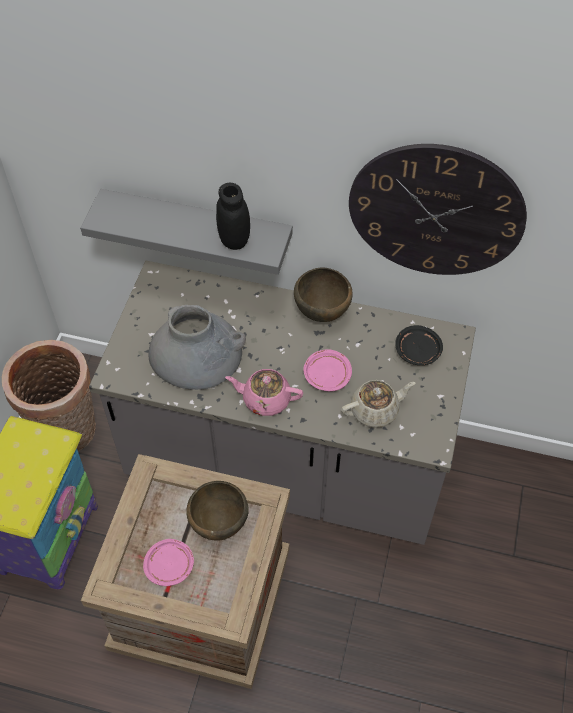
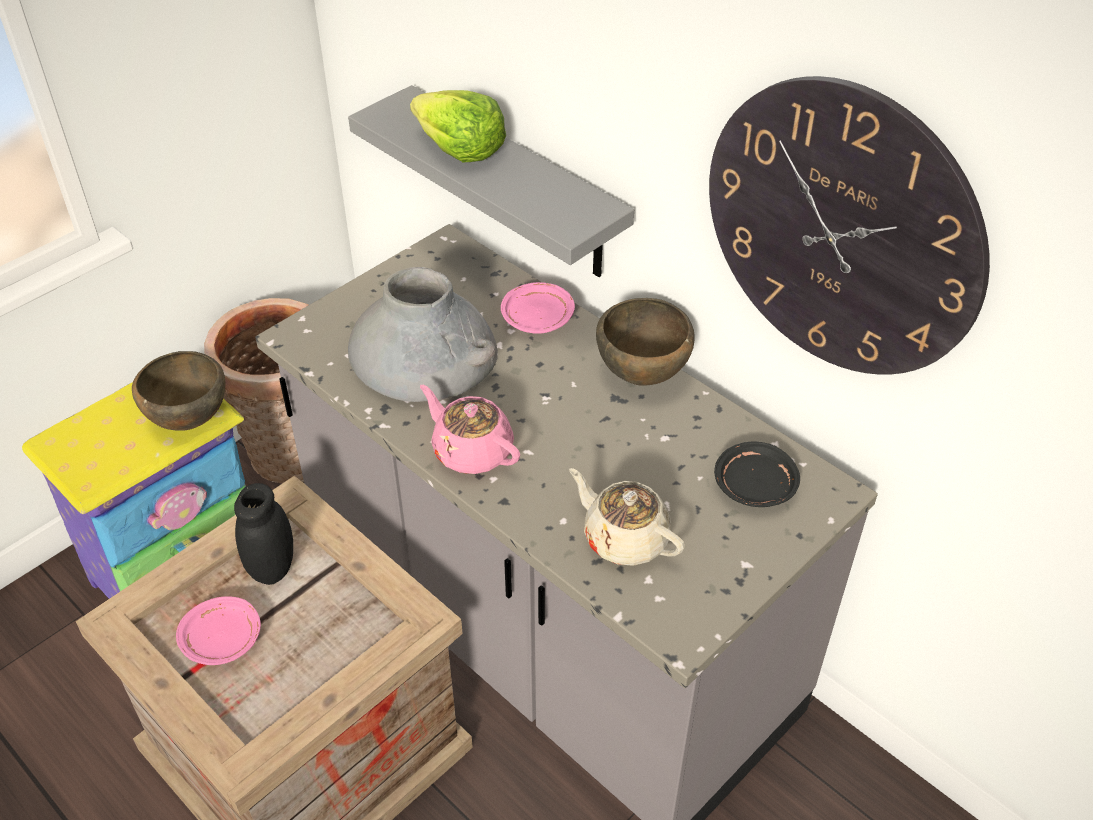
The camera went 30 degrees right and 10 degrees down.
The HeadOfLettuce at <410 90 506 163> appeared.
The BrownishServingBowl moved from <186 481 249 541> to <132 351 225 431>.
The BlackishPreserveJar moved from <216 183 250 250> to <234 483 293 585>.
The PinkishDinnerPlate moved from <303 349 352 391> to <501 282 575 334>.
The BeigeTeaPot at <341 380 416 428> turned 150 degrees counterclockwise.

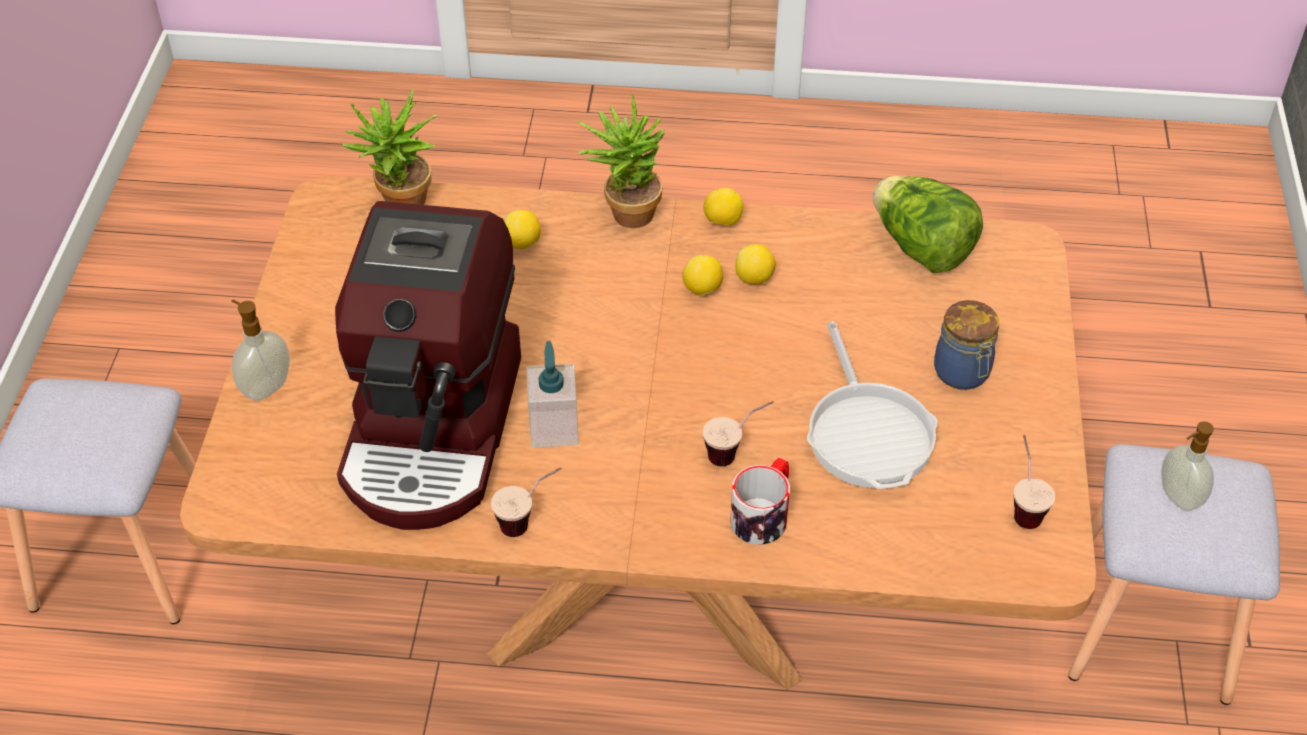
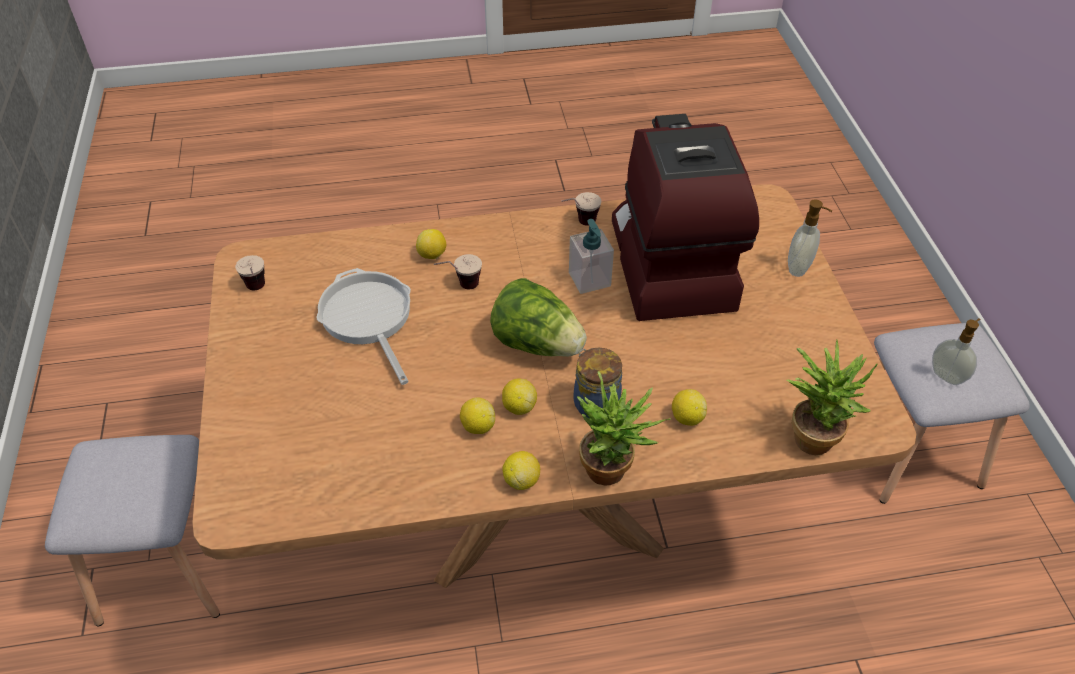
The camera went 165 degrees right and 0 degrees up.
The HeadOfLettuce moved from <873 176 983 273> to <490 278 587 357>.
The PreserveJar moved from <934 300 999 390> to <574 347 622 418>.
The SoapBottle moved from <1161 421 1214 511> to <932 318 980 385>.
The TeaMug at <730 458 790 545> was replaced by the CitrusFruit at <416 229 446 259>.

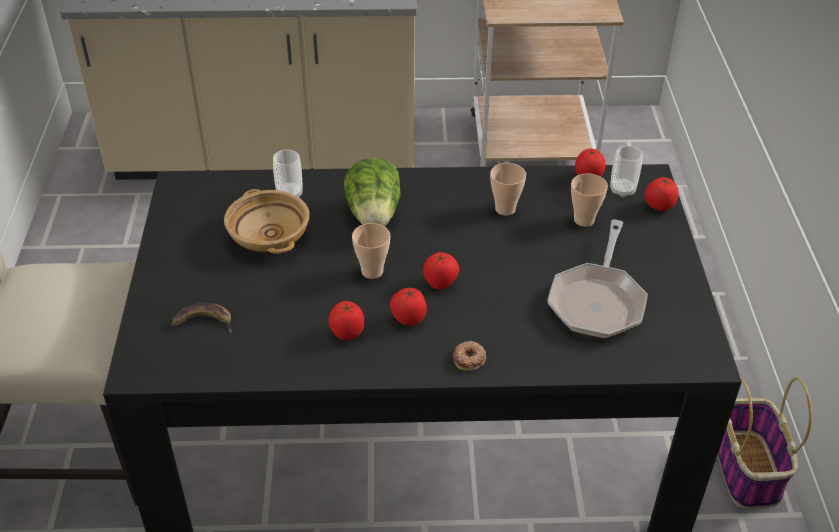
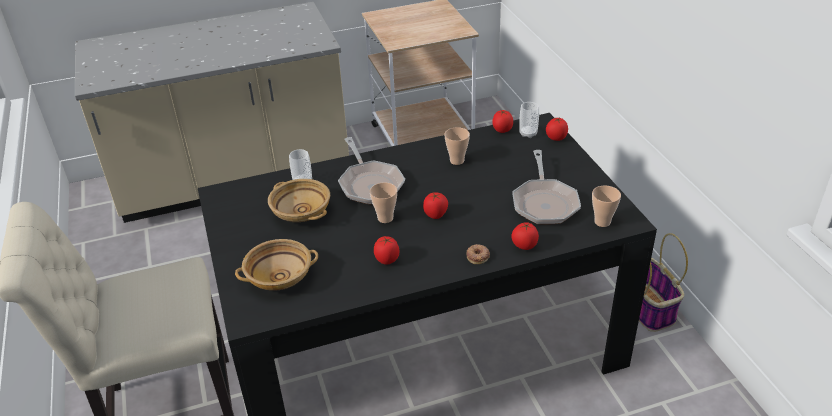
The camera went 15 degrees left and 5 degrees down.
The Tomato moved from <390 287 427 325> to <511 222 539 250>.
The SmallCup moved from <571 173 608 227> to <592 186 621 227>.
The WholeBanana at <171 303 232 333> was replaced by the BeigeServingBowl at <235 239 318 291>.
The HeadOfLettuce at <344 158 401 227> was replaced by the Pan at <338 137 405 205>.

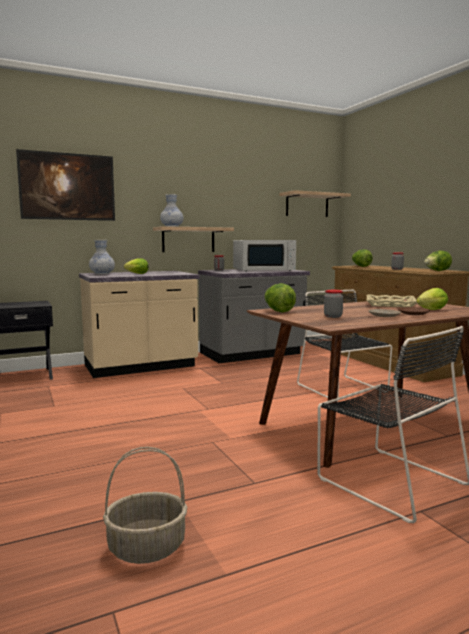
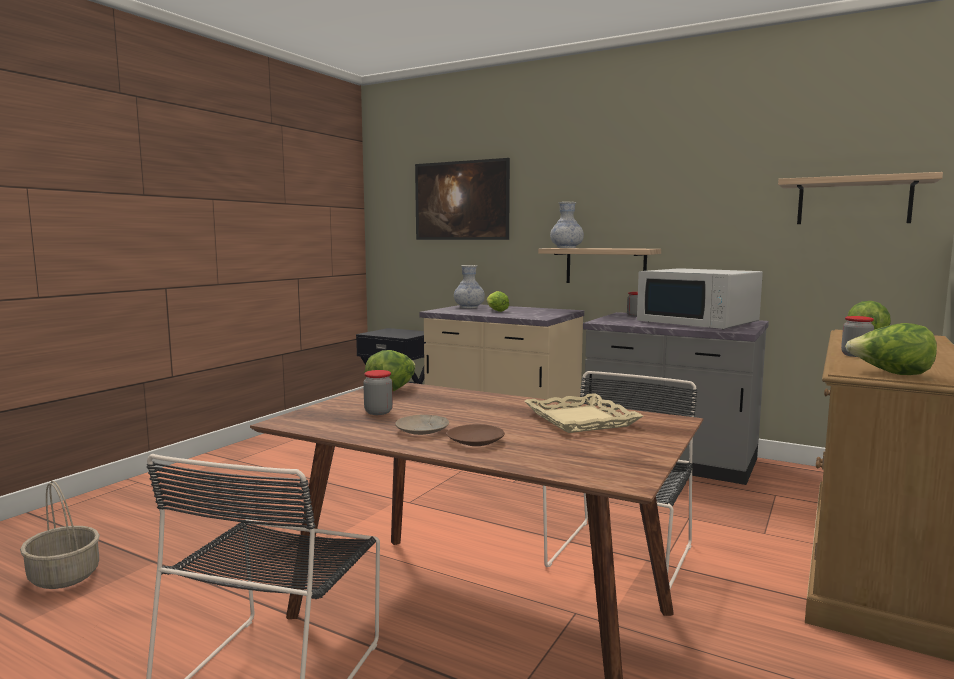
The camera went 55 degrees right and 0 degrees up.
The HeadOfLettuce at <416 288 448 310> disappeared.

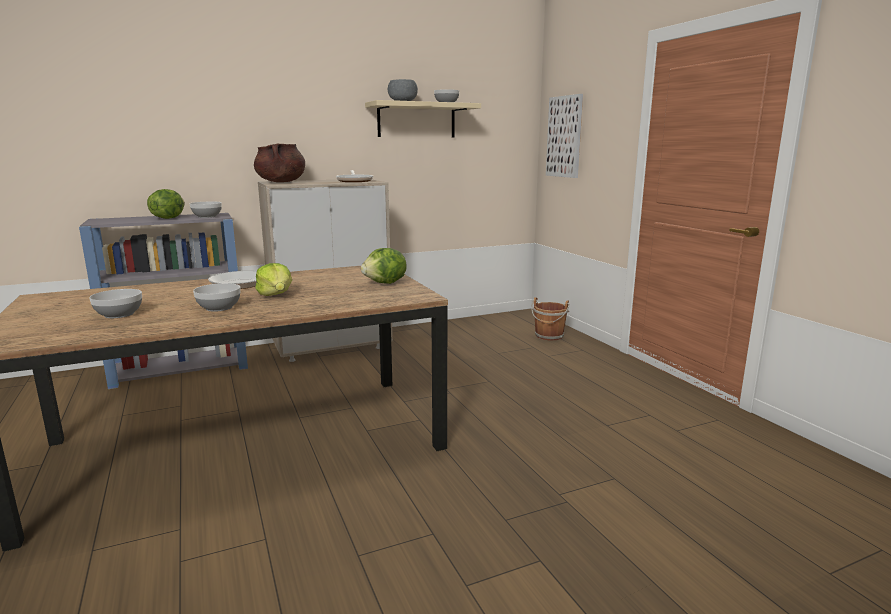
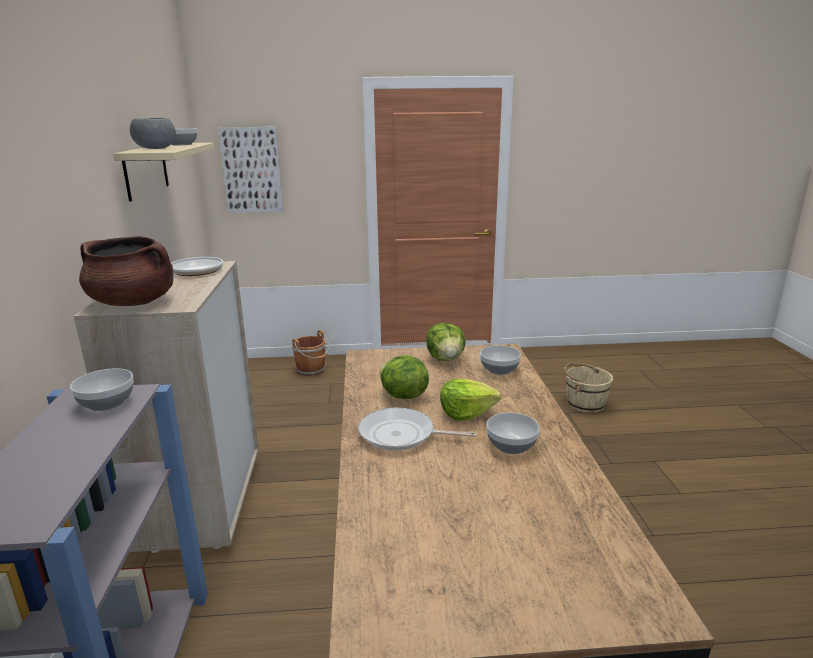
The camera went 70 degrees left and 5 degrees up.
The BeigeBucket at <564 363 613 413> appeared.
The ServingBowl moved from <89 289 142 318> to <480 345 521 375>.
The HeadOfLettuce moved from <147 189 185 219> to <380 355 429 399>.

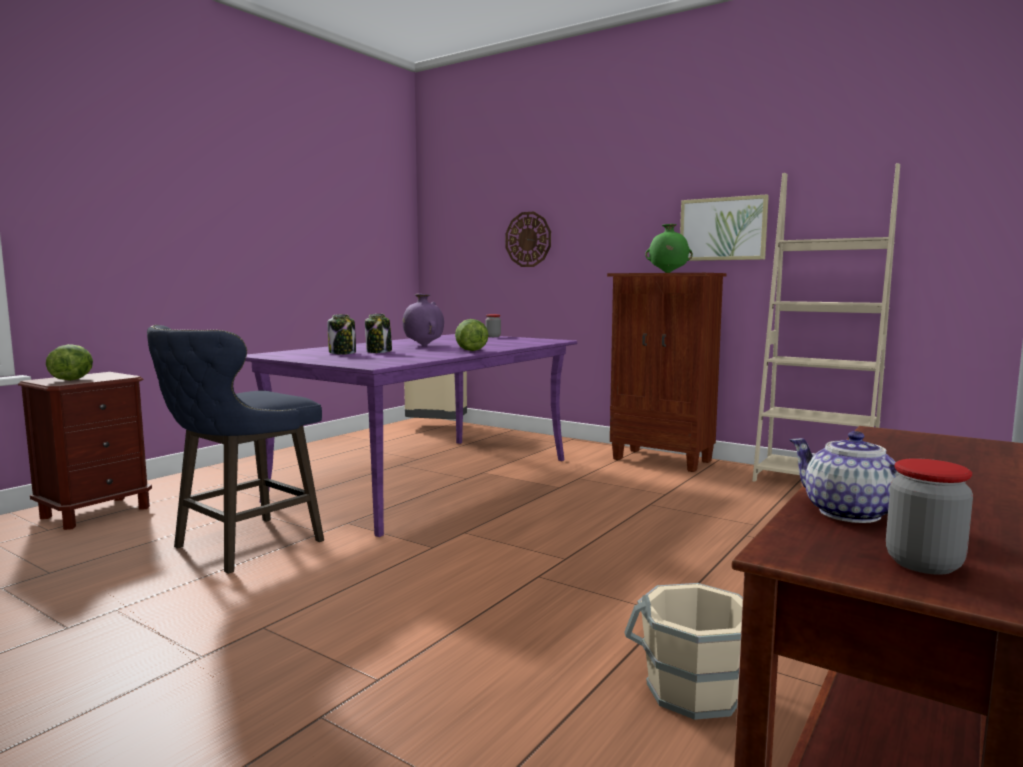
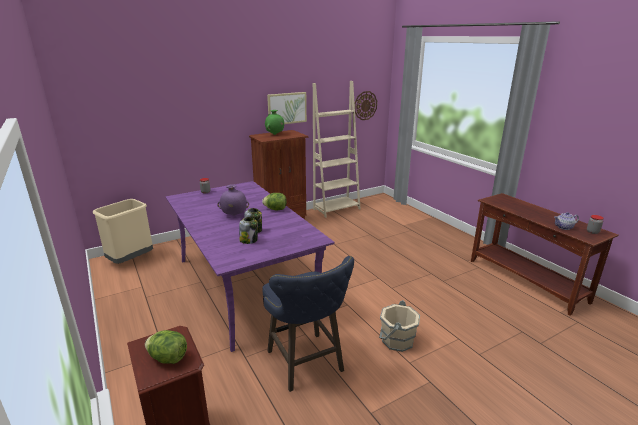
The camera went 65 degrees left and 15 degrees up.
The HangingClock moved from <506 212 551 267> to <355 91 377 120>.
The BeigeBucket moved from <624 583 743 720> to <379 300 420 352>.

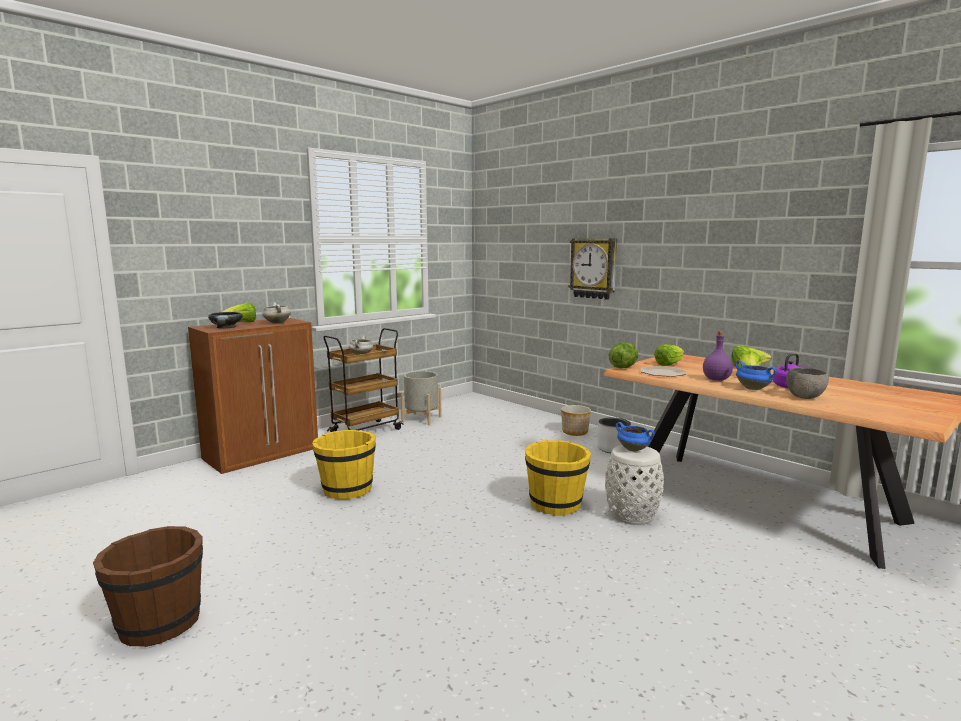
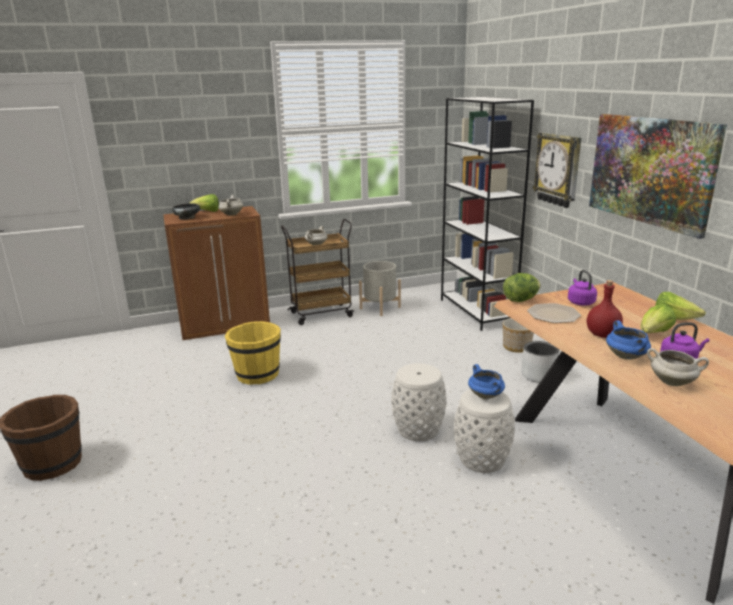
The camera went 25 degrees right and 10 degrees up.
The WhitishShelvingUnit at <441 97 534 331> appeared.
The Picture at <589 114 727 239> appeared.
The YellowBucket at <525 440 591 516> was replaced by the WhitishSittingStool at <391 363 447 441>.
The HeadOfLettuce at <654 344 684 366> was replaced by the PurpleKettle at <568 270 597 306>.
The GrayServingBowl at <786 368 829 399> was replaced by the WhitishStockpot at <647 348 709 386>.
The PurpleBeverageBottle at <703 331 733 381> became the RedColouredBeverageBottle at <587 280 623 338>.

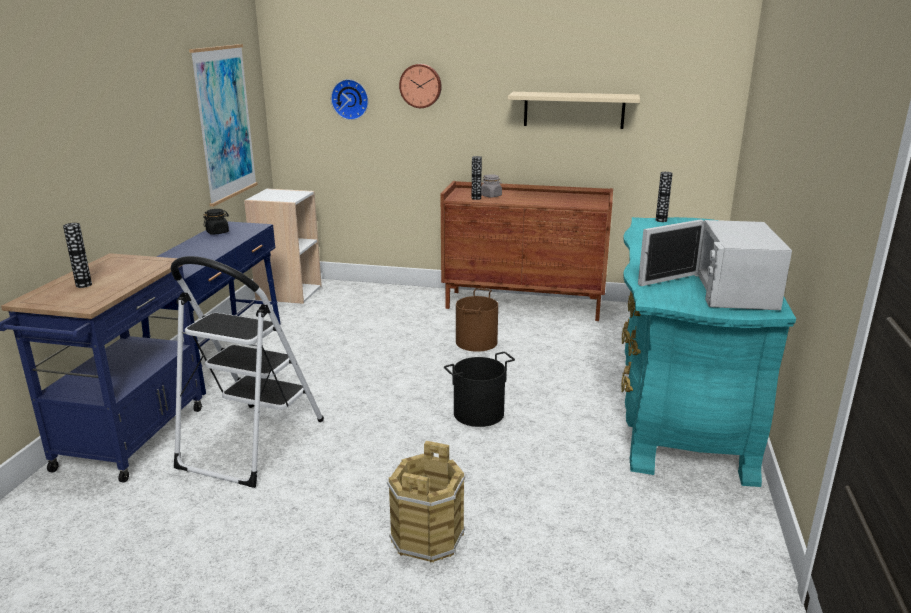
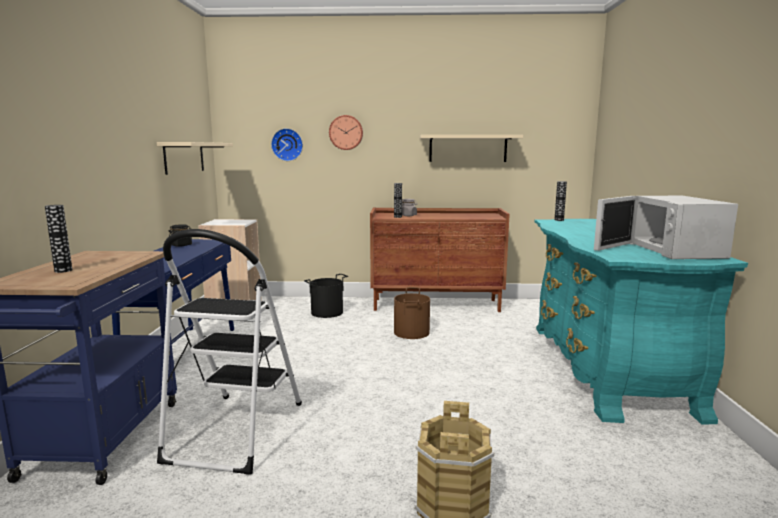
The camera went 10 degrees left and 10 degrees down.
The BlackishBucket moved from <444 352 515 427> to <304 274 348 318>.
The Picture at <189 44 258 207> was replaced by the BeigeShelf at <157 142 233 175>.

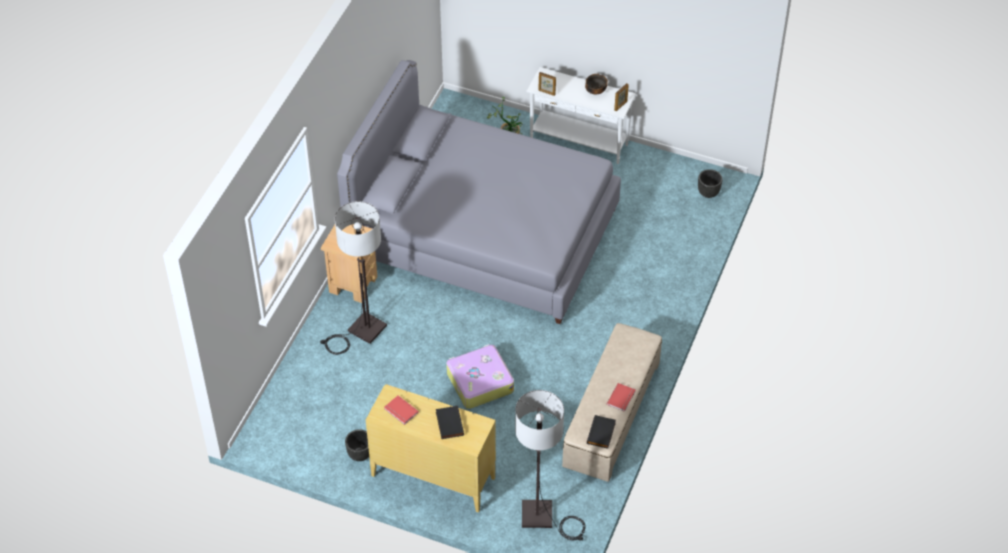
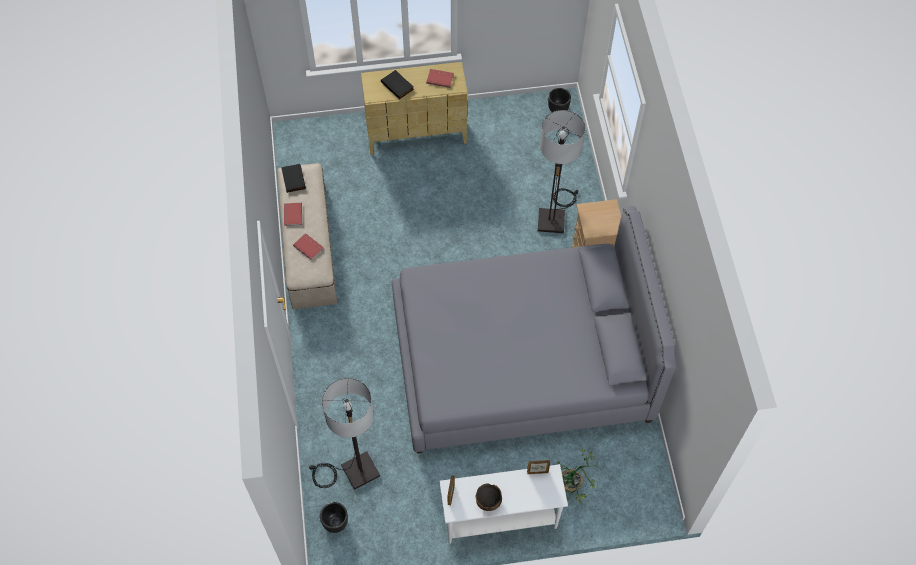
The camera went 150 degrees right and 10 degrees up.
The Suitcase at <446 344 514 409> disappeared.
The RedColouredBook at <293 233 324 260> appeared.
The BlackishFlowerPot moved from <345 429 369 461> to <548 88 571 112>.
The StandingLamp moved from <515 390 586 541> to <309 378 380 490>.

